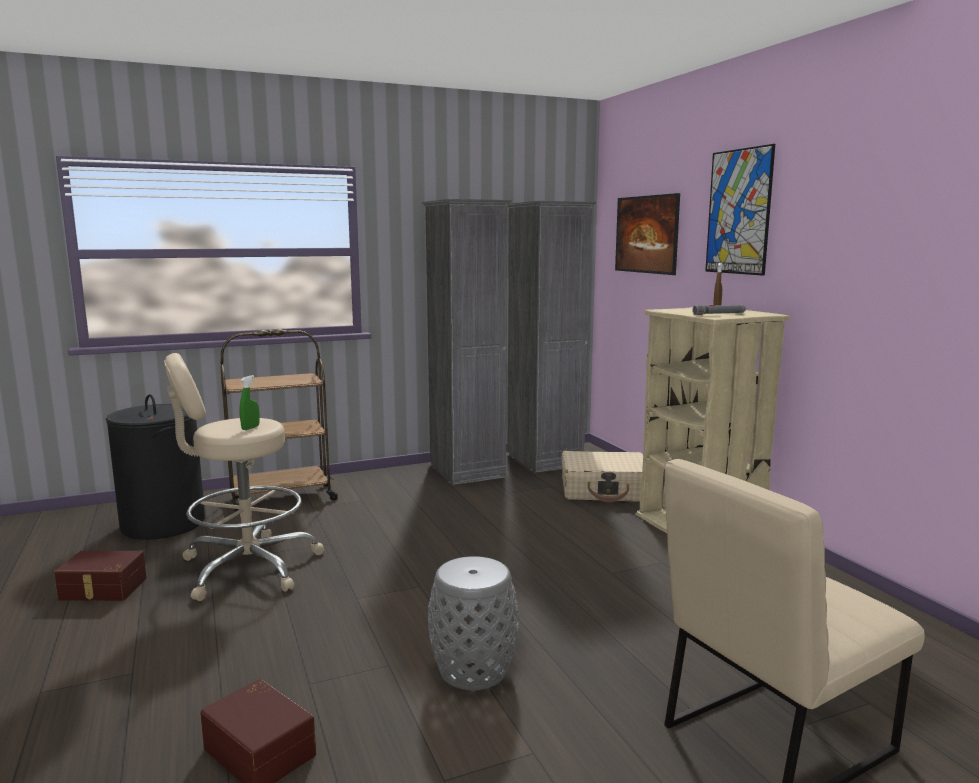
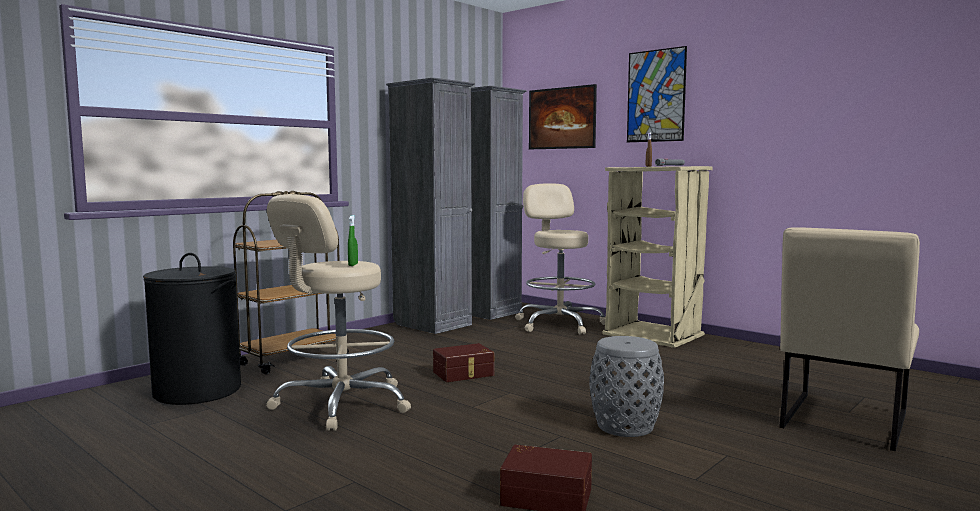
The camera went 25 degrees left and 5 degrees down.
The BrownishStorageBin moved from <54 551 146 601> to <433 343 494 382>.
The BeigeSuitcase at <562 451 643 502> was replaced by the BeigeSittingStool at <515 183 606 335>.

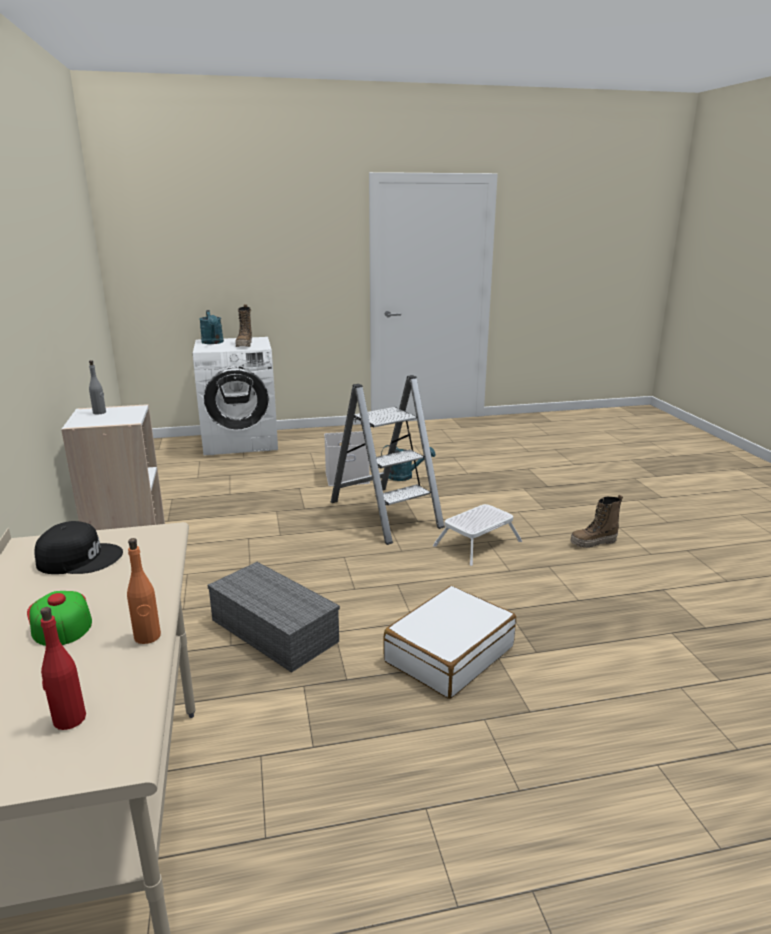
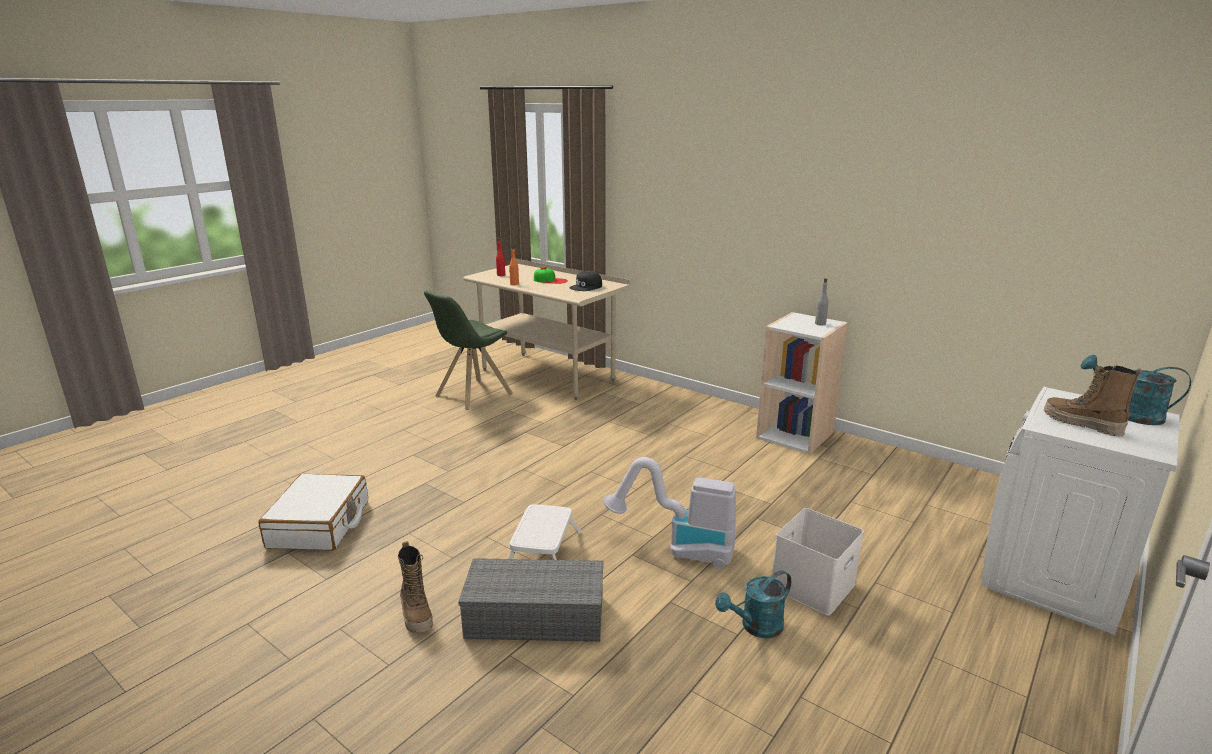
The camera went 140 degrees right and 0 degrees up.
The GreenPlainChair at <424 290 513 410> appeared.
The GrayStorageBin moved from <207 562 340 673> to <458 558 603 642>.
The WhitishSuitcase moved from <383 586 516 699> to <259 474 368 551>.
The GrayStepladder at <330 375 445 545> was replaced by the Hoover at <603 457 736 569>.
The TallBoot at <570 495 623 548> turned 120 degrees clockwise.

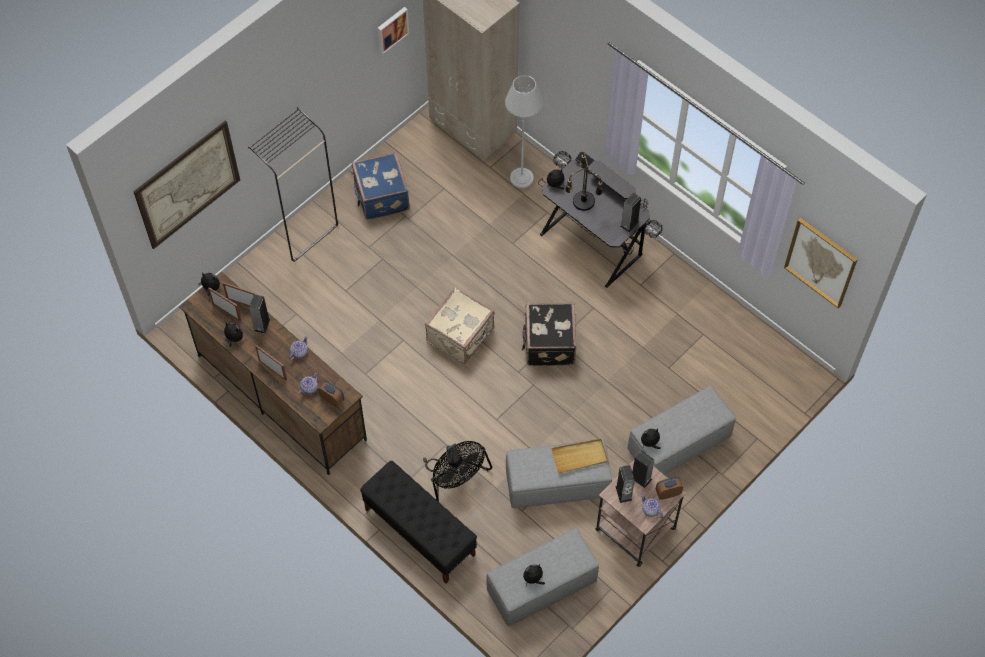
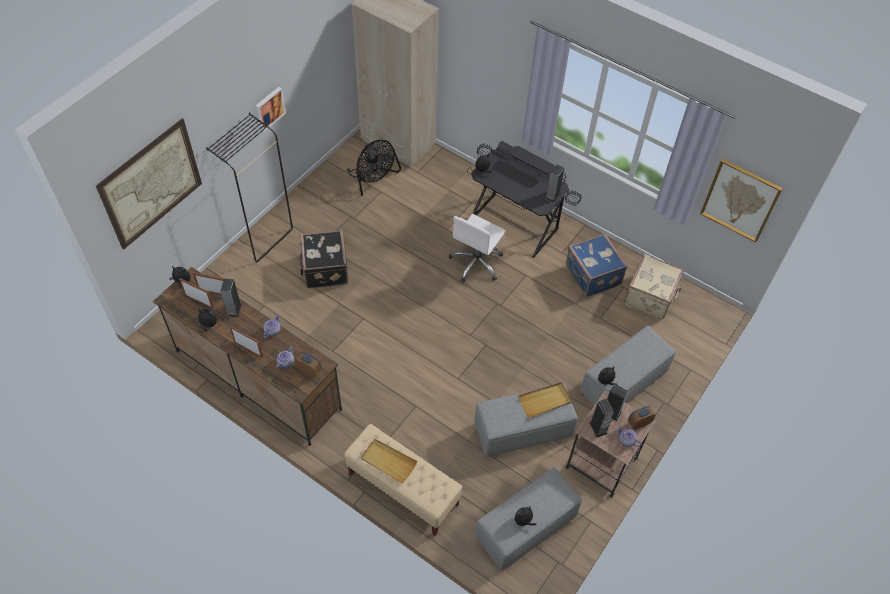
The camera went 10 degrees left and 5 degrees down.
The GrayStandingLamp at <505 75 543 188> disappeared.
The TableLamp at <566 153 602 211> disappeared.
The BeigeServingTray at <361 439 418 484> appeared.
The WhitishComputerChair at <449 214 506 282> appeared.
The BlueSuitcase moved from <352 152 410 220> to <565 234 627 297>.
The Picture moved from <377 7 409 54> to <256 87 286 132>.
The BlackishElectricFan moved from <423 441 492 502> to <347 140 401 196>.
The BeigeSuitcase moved from <425 288 494 364> to <624 254 684 319>.
The BlackishSuitcase moved from <522 303 576 366> to <299 230 348 288>.
The BlackishIndoorBench at <360 461 477 583> became the BeigeIndoorBench at <344 424 462 536>.

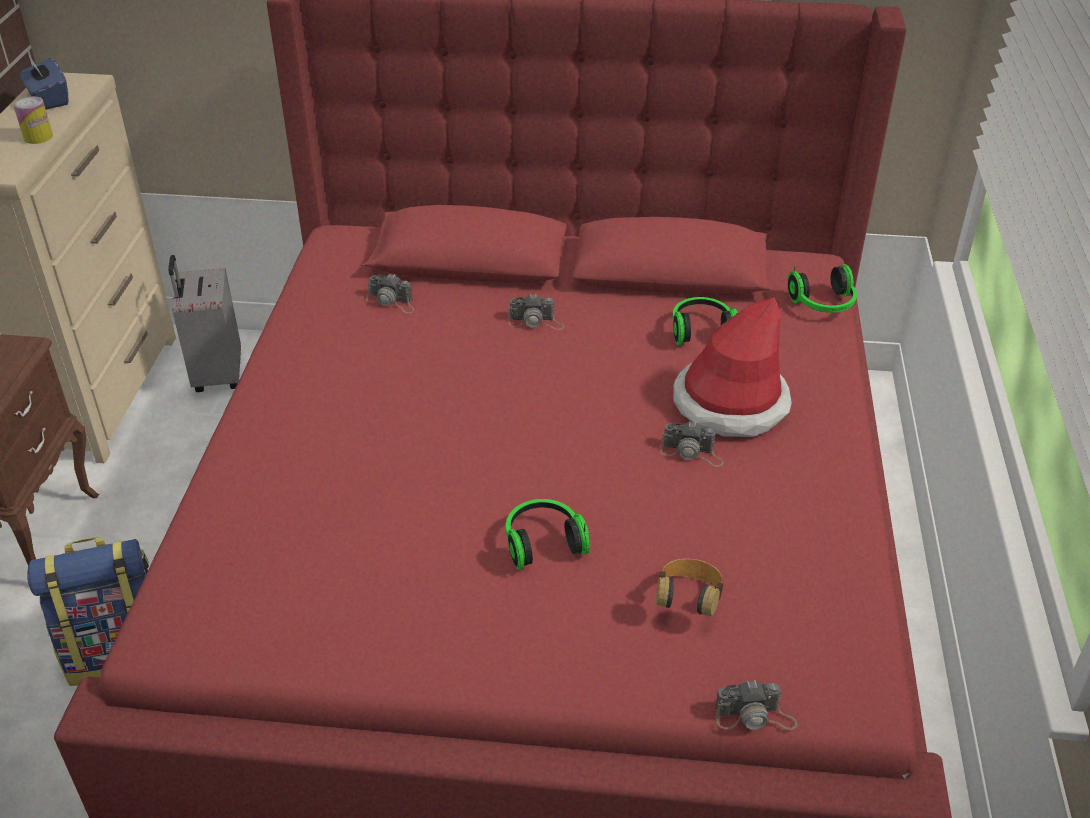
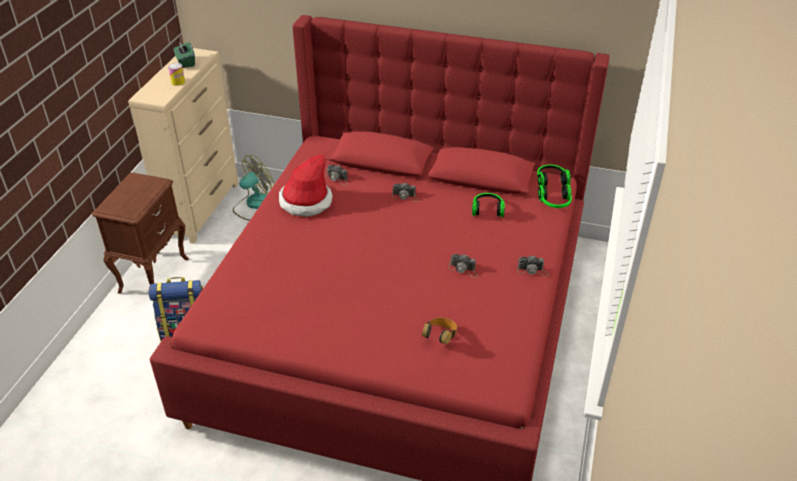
The camera went 10 degrees right and 0 degrees up.
The Headphones moved from <506 499 590 570> to <537 164 571 186>.
The ClothingHat moved from <673 297 792 437> to <279 154 333 217>.
The StillCamera moved from <715 680 797 730> to <517 256 549 277>.
The GraySuitcase at <168 255 241 392> was replaced by the ElectricFan at <233 155 274 221>.
The BlueTissueHolder at <19 56 69 110> became the GreenTissueHolder at <174 42 195 68>.

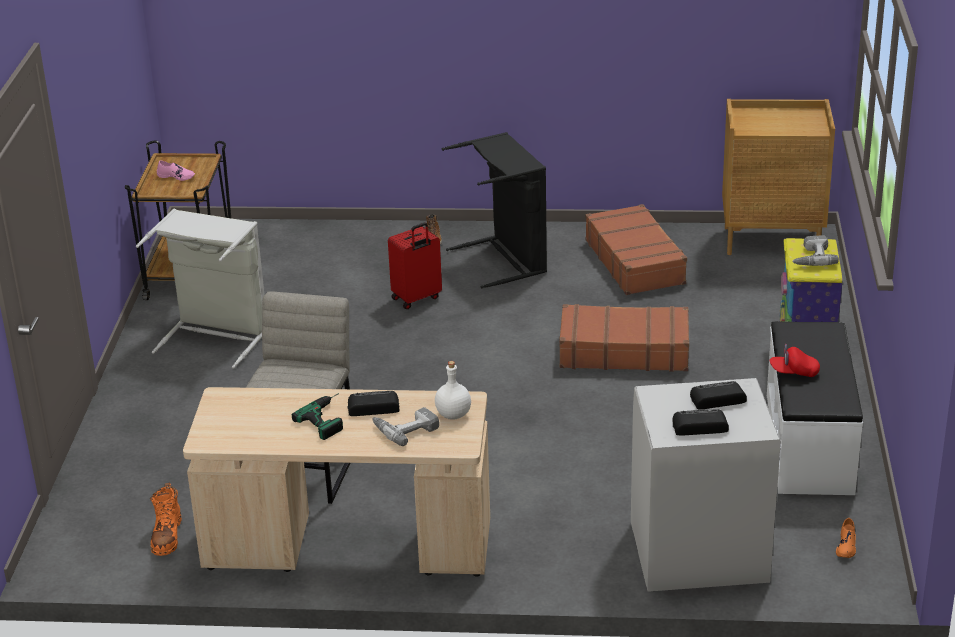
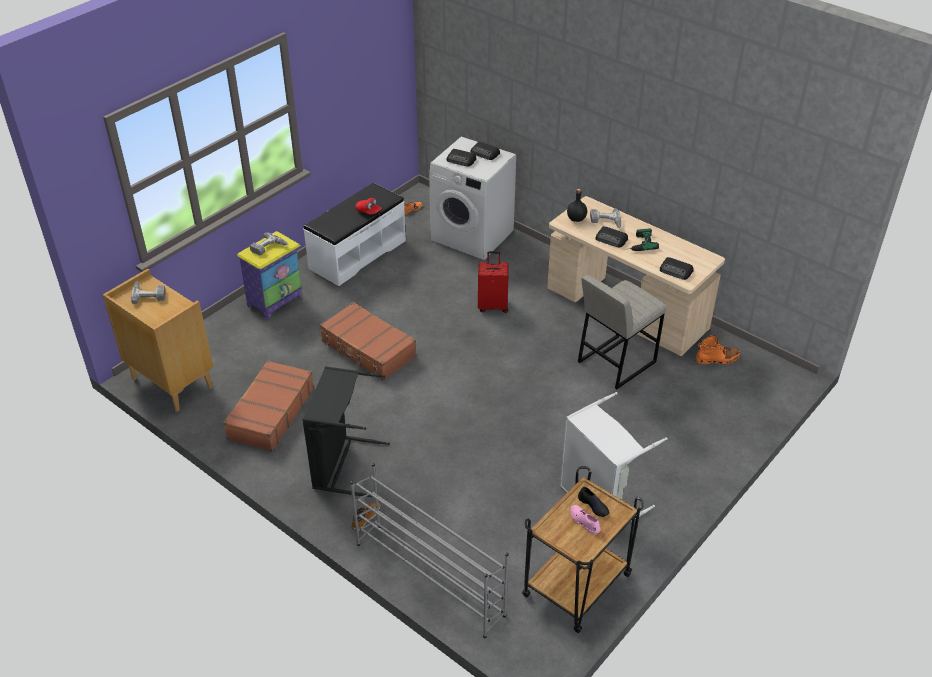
The camera went 145 degrees left and 10 degrees up.
The ElectricDrill at <131 281 166 304> appeared.
The GrayShoeRack at <350 463 509 638> appeared.
The BlackishLowShoe at <578 487 609 517> appeared.
The Radio at <660 257 694 280> appeared.
The RedColouredSuitcase moved from <388 223 442 309> to <478 251 509 313>.
The WhitishBeverageBottle at <435 361 471 420> became the BlackishBeverageBottle at <567 189 587 222>.
The OrangeyTallBoot at <150 482 182 556> turned 45 degrees clockwise.

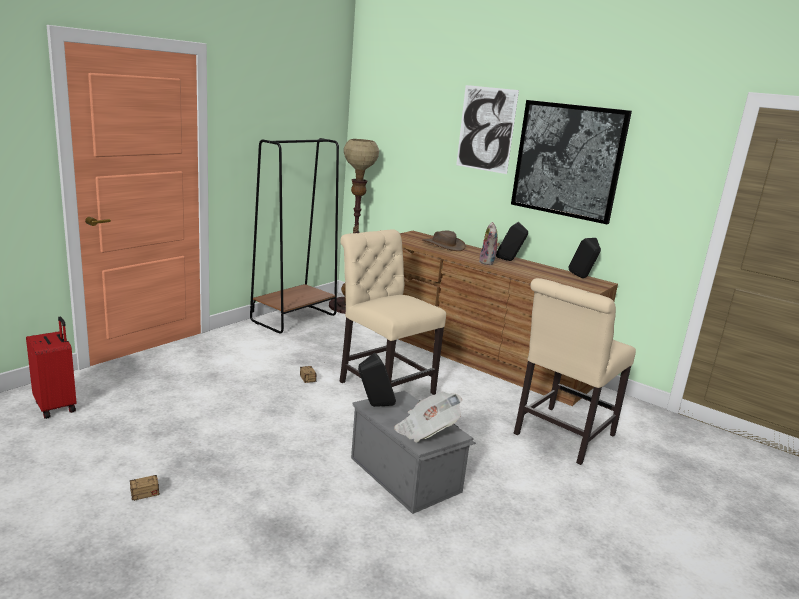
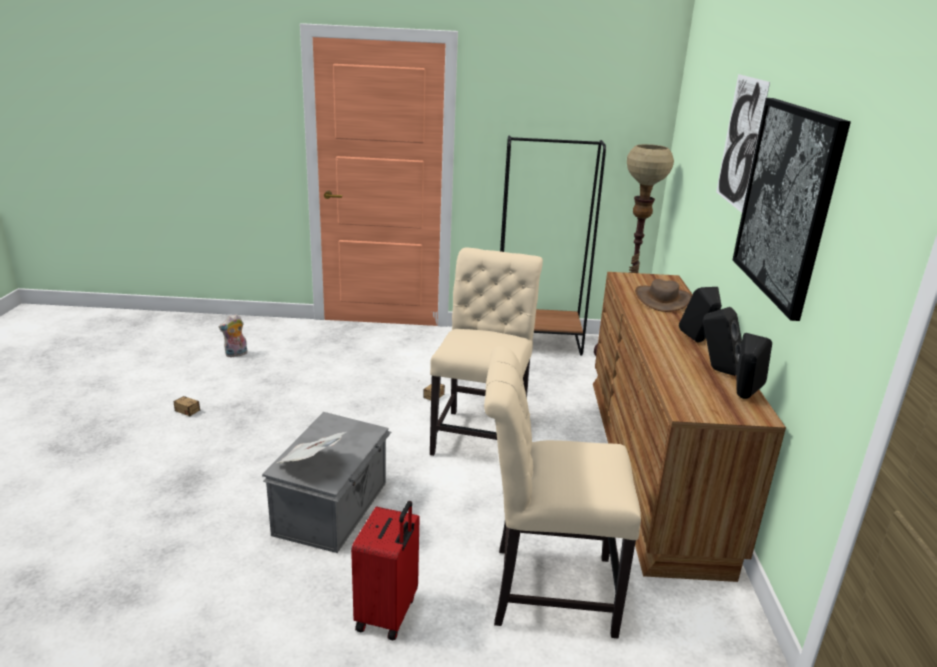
The camera went 55 degrees right and 5 degrees up.
The RedColouredSuitcase moved from <26 317 76 419> to <351 501 420 640>.
The BlackishLoudspeaker moved from <358 353 396 407> to <703 307 742 376>.
The CuddlyToy moved from <479 222 500 265> to <219 314 247 357>.

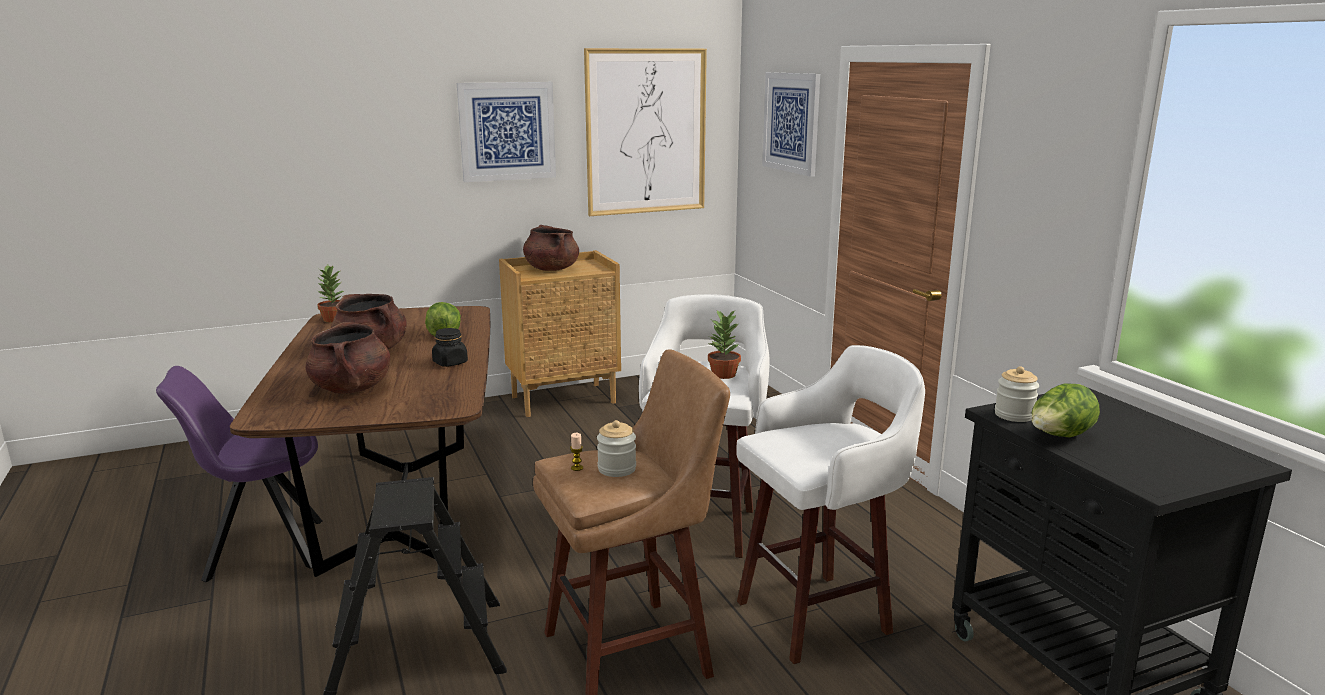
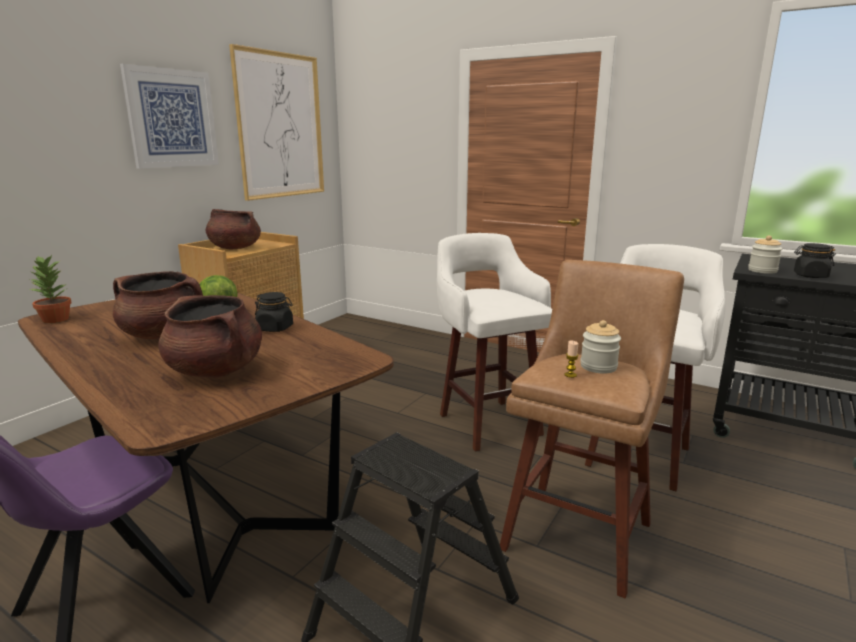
The camera went 35 degrees left and 0 degrees up.
The PottedPlant at <707 310 741 379> disappeared.
The Picture at <762 72 820 177> disappeared.
The HeadOfLettuce at <1032 384 1100 438> was replaced by the BlackishPreserveJar at <794 243 836 278>.

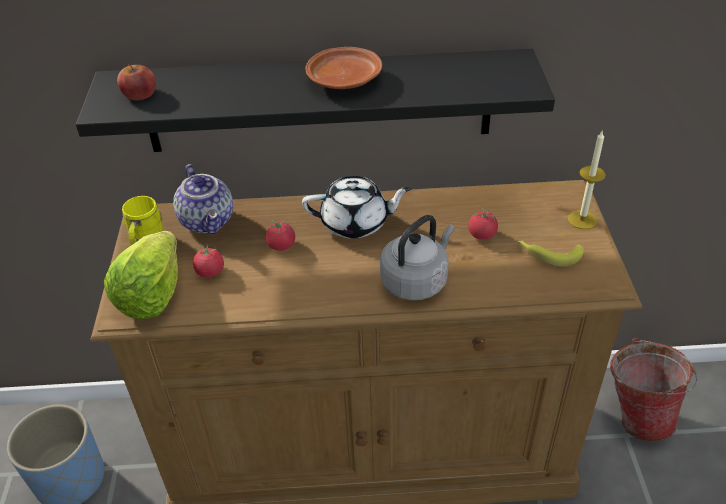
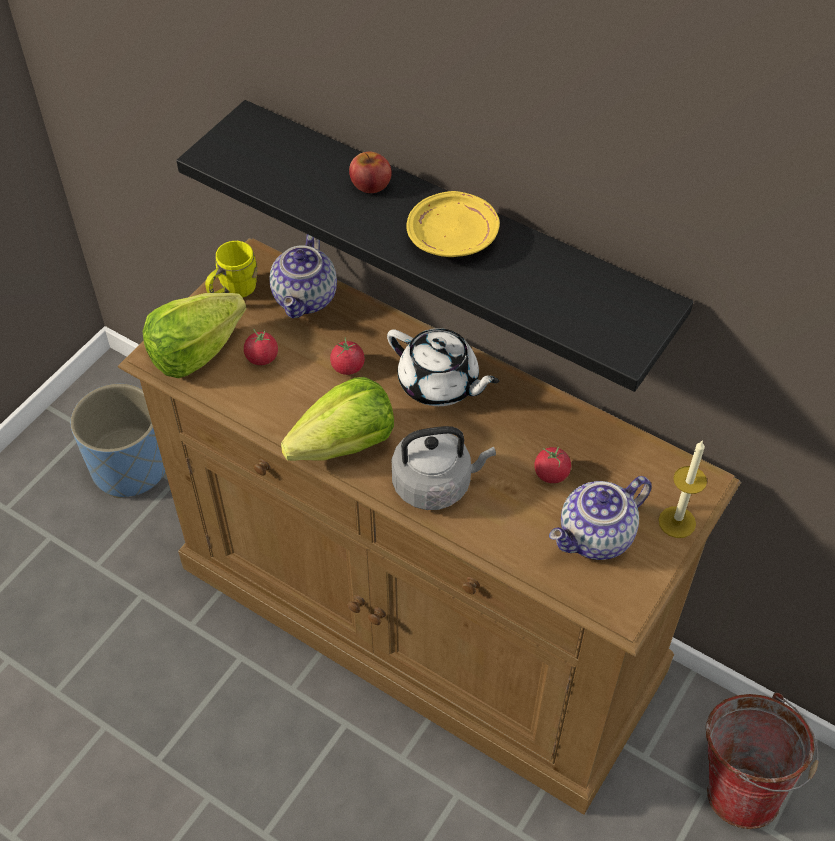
The camera went 35 degrees right and 10 degrees up.
The HeadOfLettuce at <281 377 394 461> appeared.
The AppleFruit moved from <117 64 156 100> to <349 152 392 193>.
The WholeBanana at <517 240 584 267> was replaced by the TeaPot at <549 476 652 560>.
The BrownishDinnerPlate at <306 47 382 89> became the YellowDinnerPlate at <406 191 500 257>.

